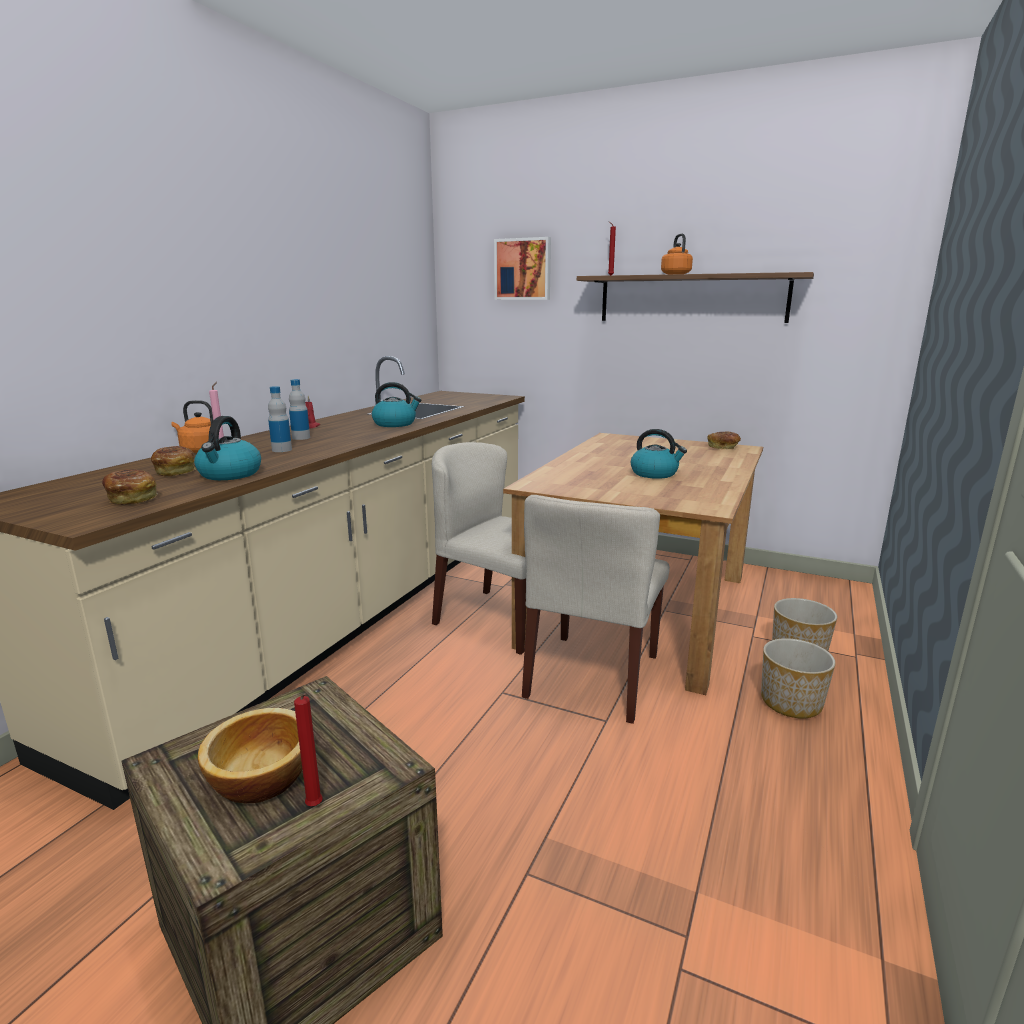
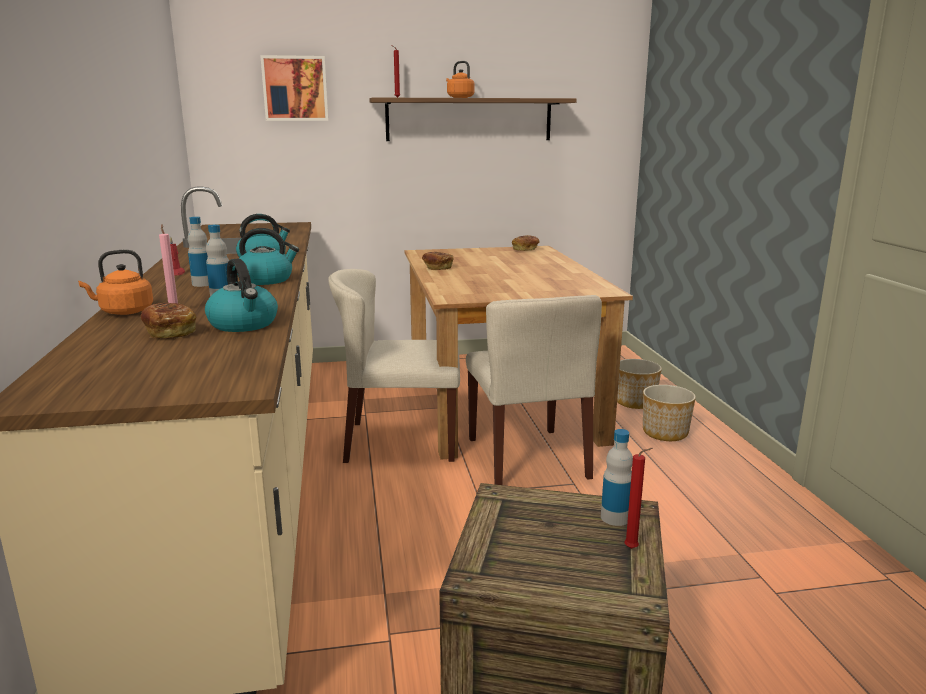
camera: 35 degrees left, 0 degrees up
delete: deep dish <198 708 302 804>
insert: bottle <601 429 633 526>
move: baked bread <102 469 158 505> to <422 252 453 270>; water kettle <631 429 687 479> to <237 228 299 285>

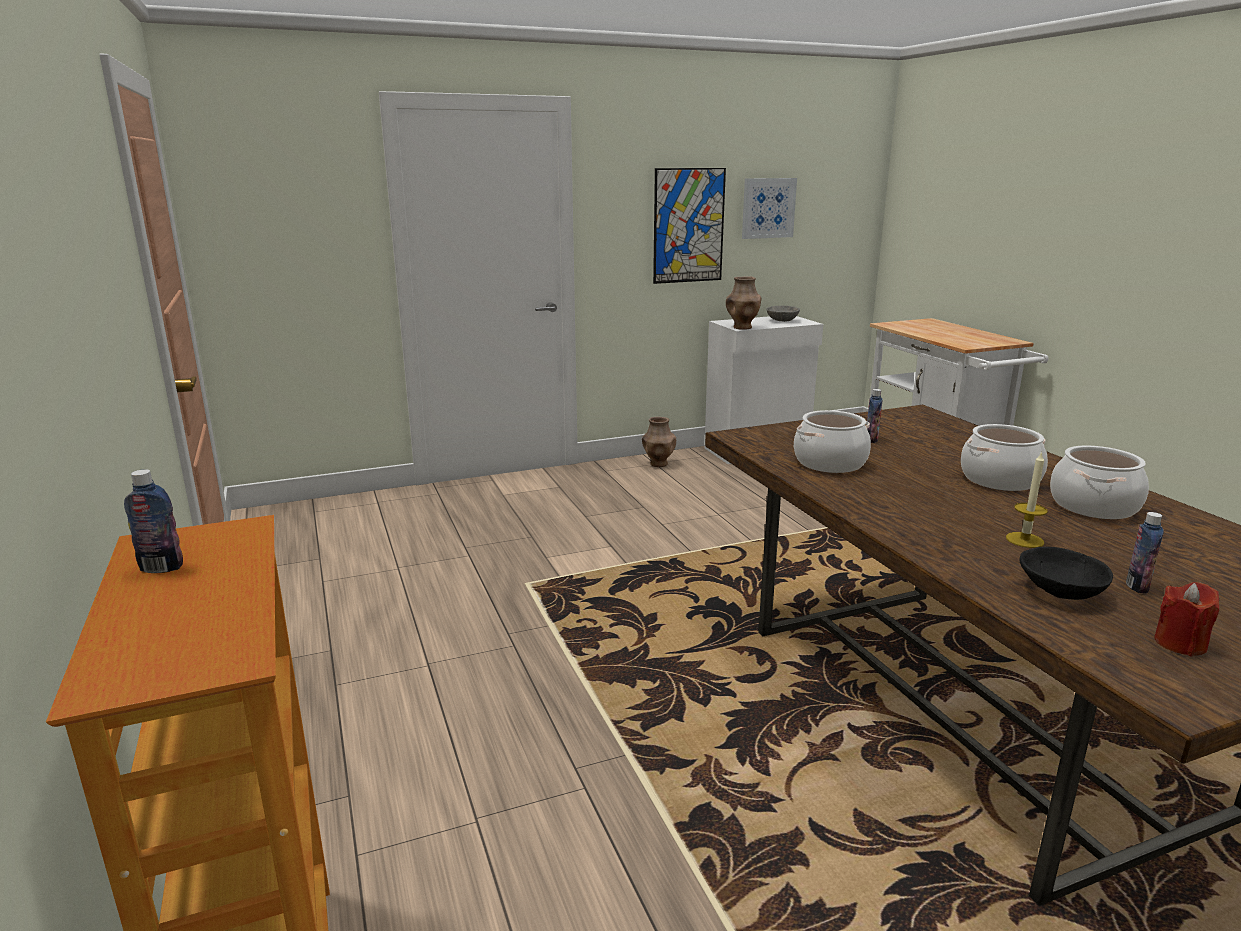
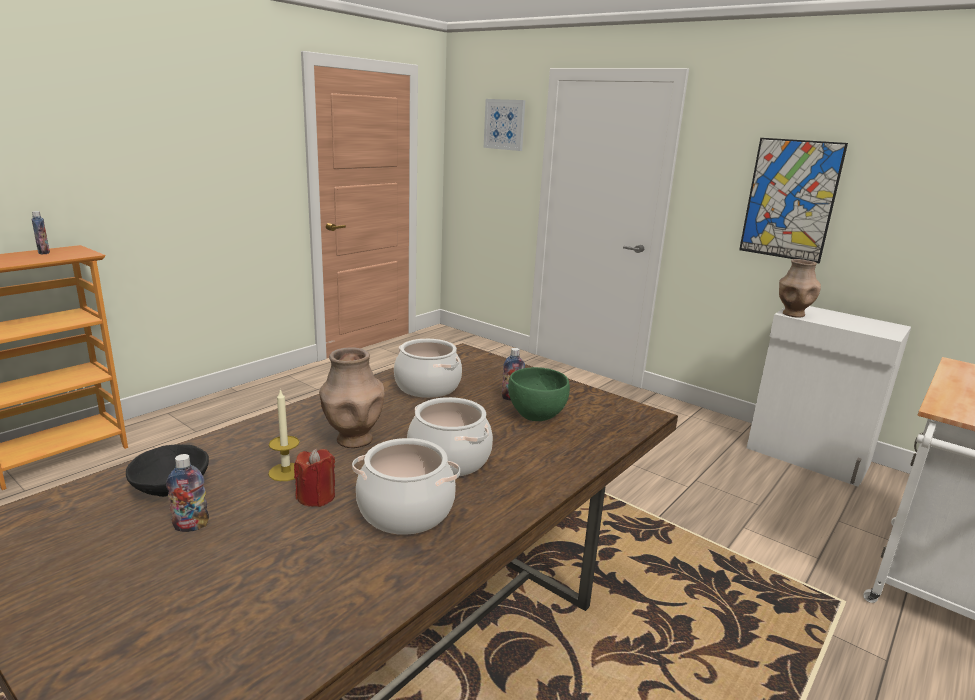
camera: 60 degrees right, 0 degrees up
delete: greyish deep dish <767 306 800 322>
insert: greenish deep dish <508 367 570 421>
move: brown flower vase <642 417 676 467> to <319 347 385 448>; picture <742 178 797 239> to <484 99 525 151>; reddish wax candle <1154 582 1219 656> to <294 449 335 507>

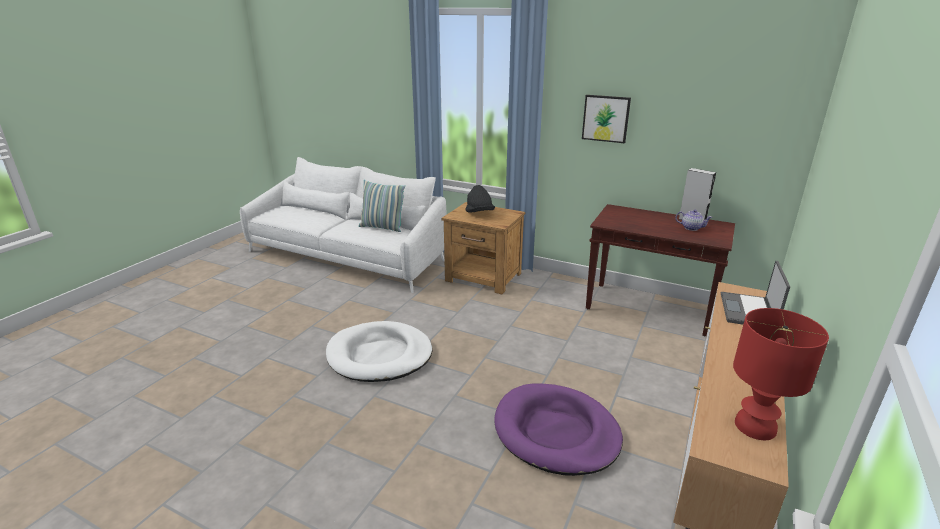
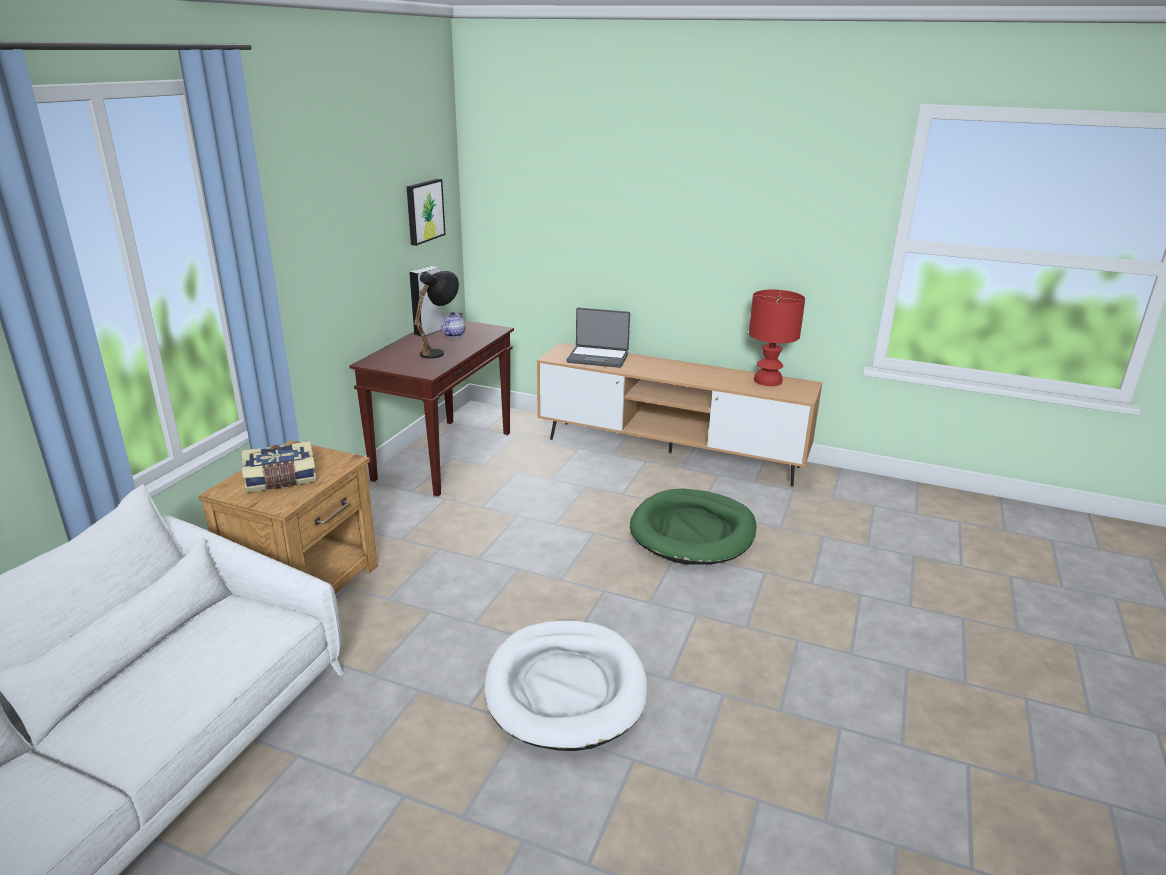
camera: 95 degrees left, 0 degrees up
delete: pillow <359 180 405 232>
insert: black table lamp <414 271 459 358>
move: picture <582 95 631 143> to <407 179 445 246>
replace: black wearable hat <465 185 495 213> to volume <242 441 317 492>
recolor: purple dog bed <494 384 623 476> to greenish dog bed <630 489 756 565>

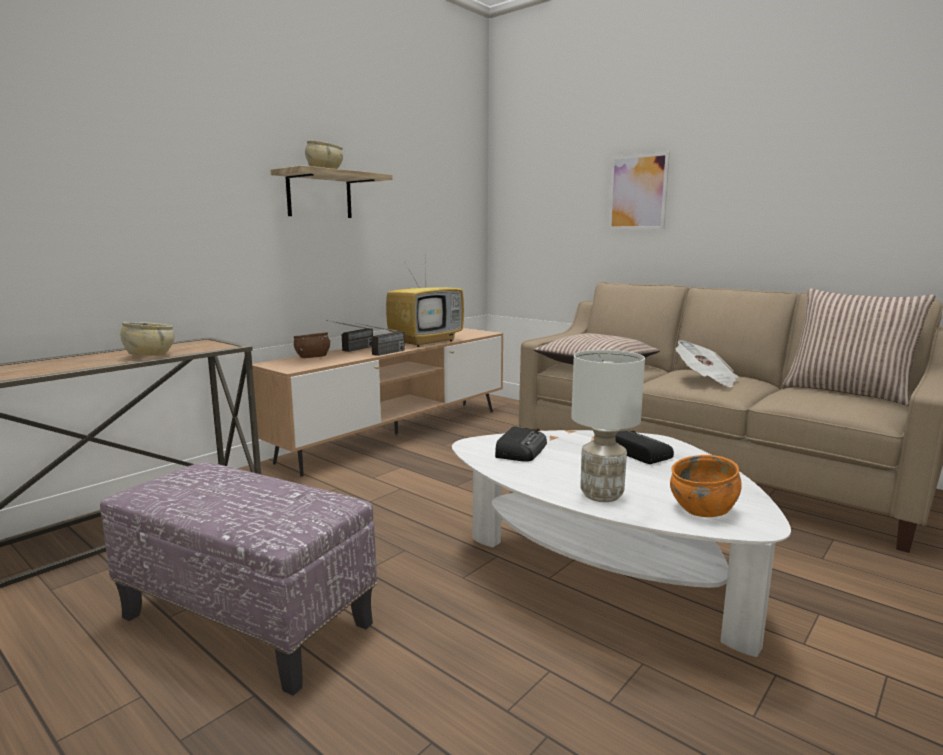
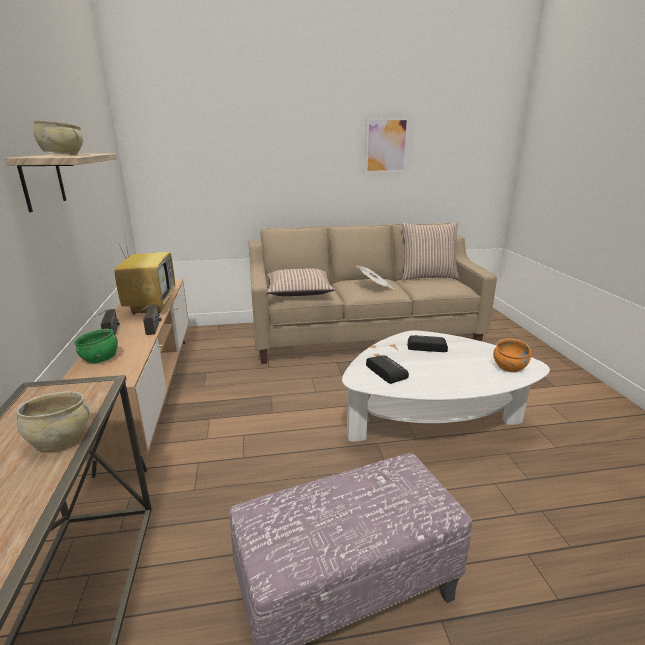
camera: 50 degrees left, 10 degrees up
delete: white table lamp <571 350 645 502>
move: picture <608 151 670 230> to <365 117 409 173>
recolor: brown deep dish <294 332 330 358> to greenish deep dish <74 329 118 363>

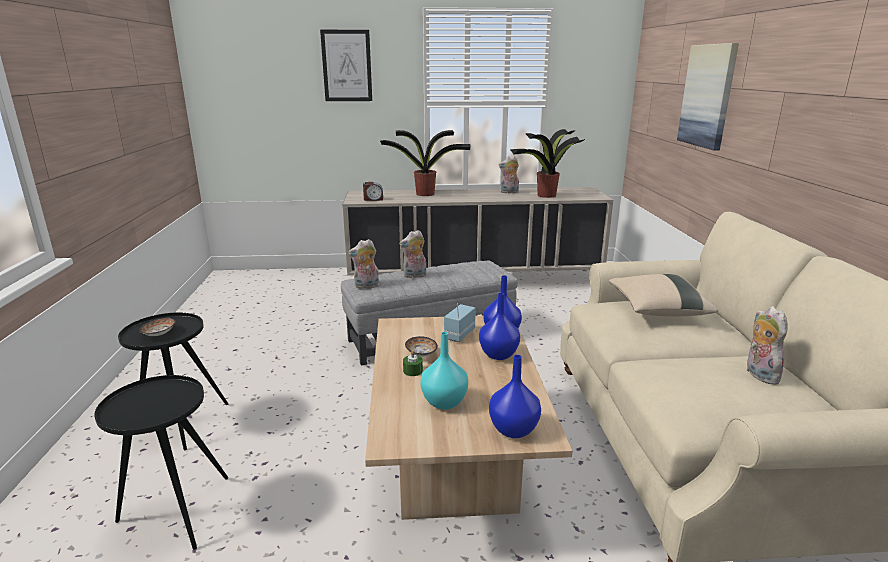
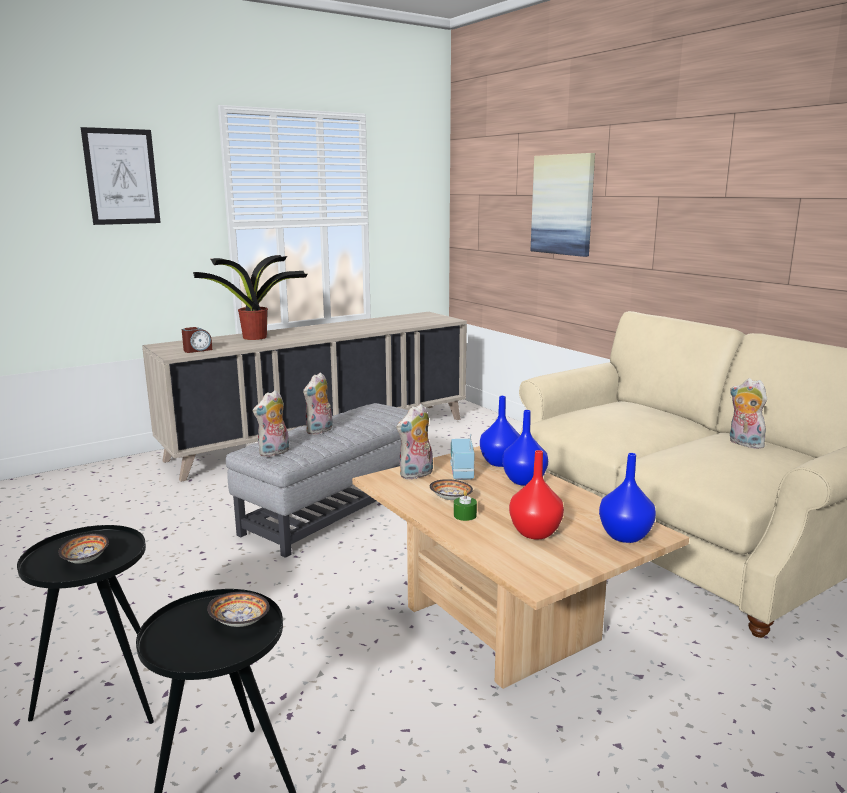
camera: 30 degrees left, 5 degrees down
delete: plant in a pot <510 129 585 198>; beige pillow <608 274 718 316>
insert: deep dish <207 592 270 627>
move: soft toy <499 155 519 193> to <396 404 433 479>
recolor: turquoise flower vase <420 332 468 410> to reddish flower vase <509 450 564 539>

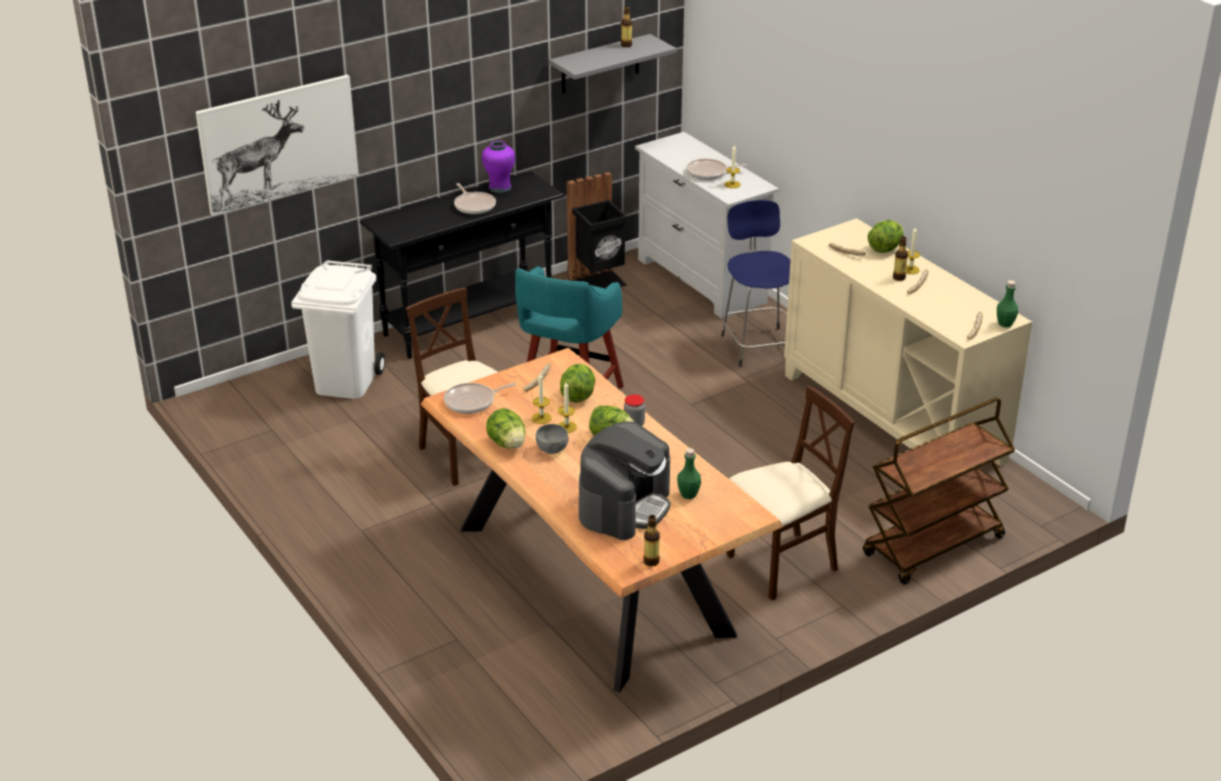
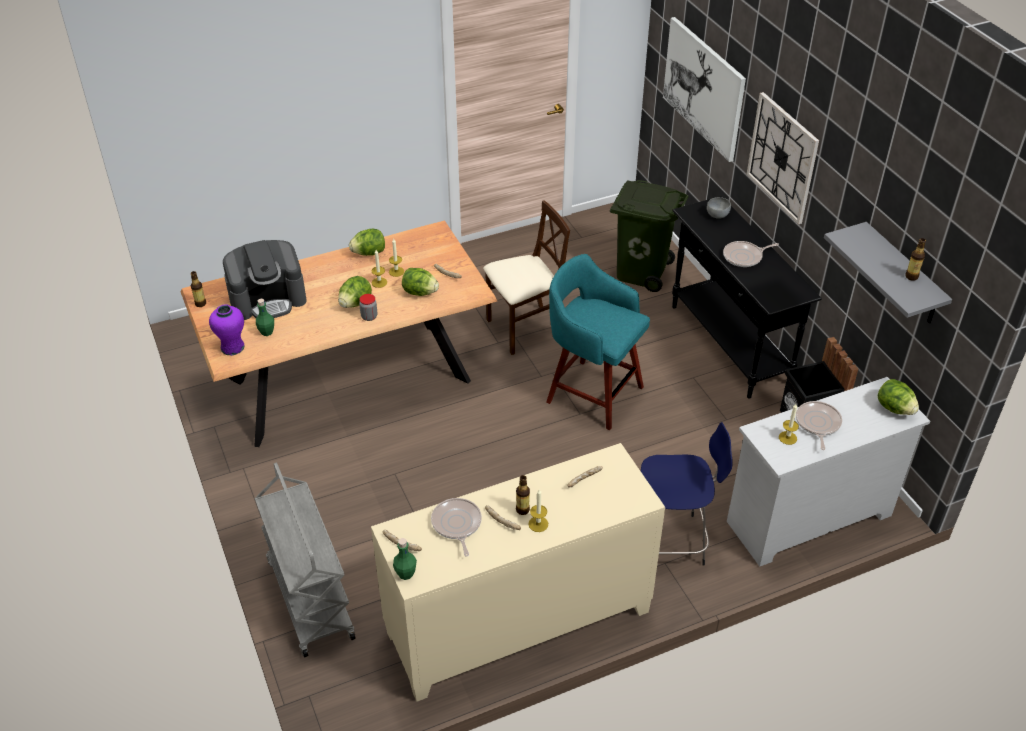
camera: 100 degrees right, 10 degrees up
delete: beige upright chair <727 385 855 600>
insert: clock on the wall <747 92 819 224>
move: frying pan <444 383 516 414> to <431 498 482 557>; purple flower vase <482 141 515 193> to <209 304 245 356>; greyish deep dish <536 424 569 454> to <707 197 731 219>; head of lettuce <868 220 903 253> to <878 379 919 415>
recolor: white rubbish bin <291 260 385 399> to greenish rubbish bin <610 180 689 292>; brown cart <863 397 1015 585> to greyish cart <255 462 356 657>
rotate: coffee brewer <579 421 671 540> = <223 240 307 320> 60 degrees counterclockwise

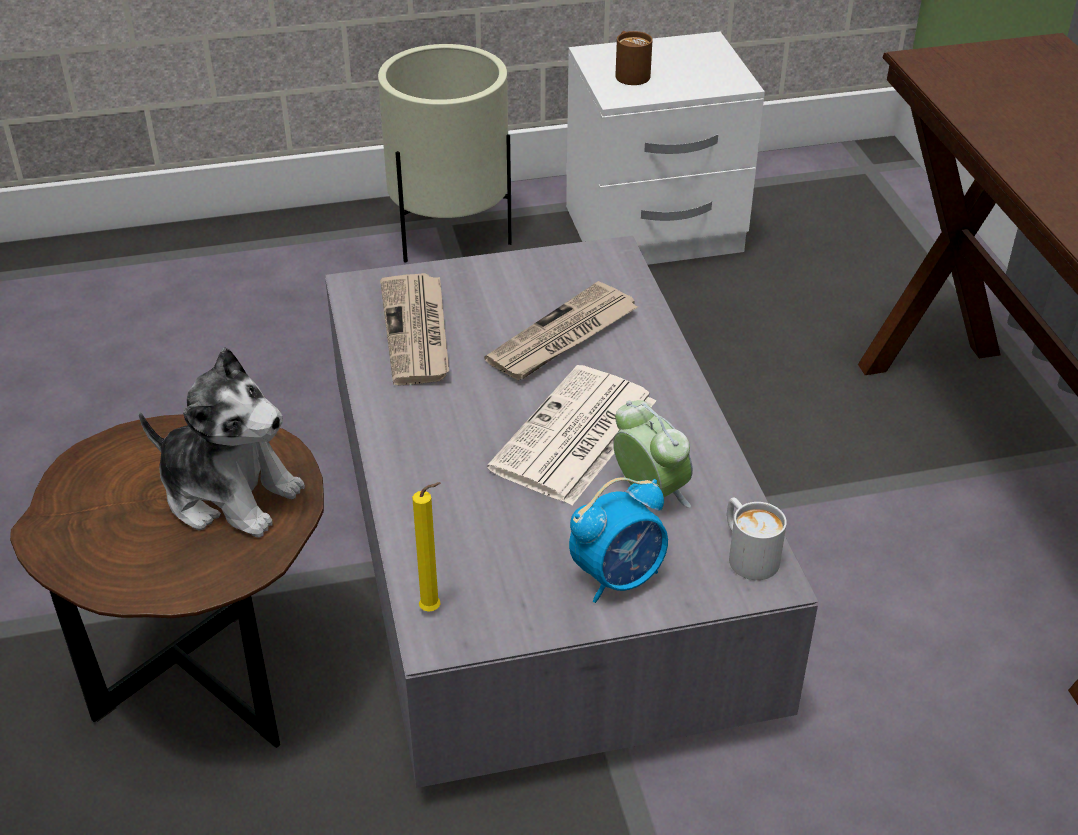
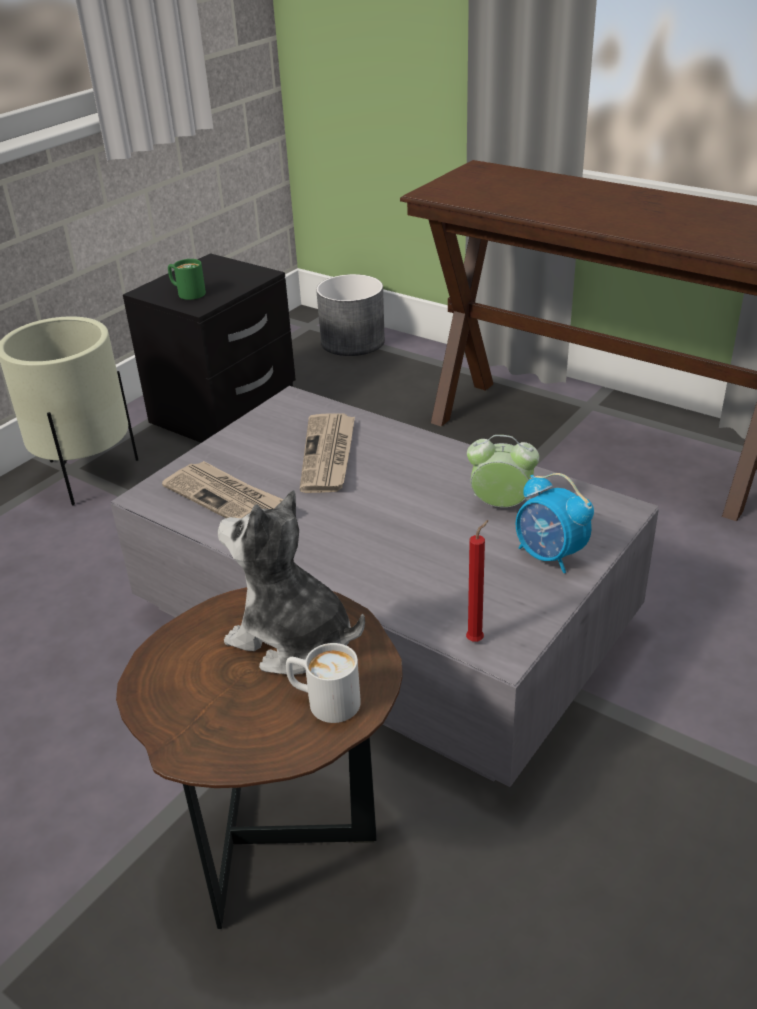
camera: 40 degrees left, 5 degrees down
delete: newspaper <487 365 656 505>
insert: greyish planter <316 274 385 356>
move: white coffee mug <727 497 787 580> to <286 643 361 723>
recolor: yellow-coloured wax candle <412 482 441 612> to reddish wax candle <466 520 489 642>; white nightstand <566 32 765 265> to black nightstand <123 253 296 443>; brown coffee mug <616 31 653 85> to greenish coffee mug <168 259 206 300>
rotate: soft toy <139 347 305 538> = <218 490 365 675> 135 degrees counterclockwise; alarm clock <569 477 668 603> = <516 473 594 573> 120 degrees clockwise

